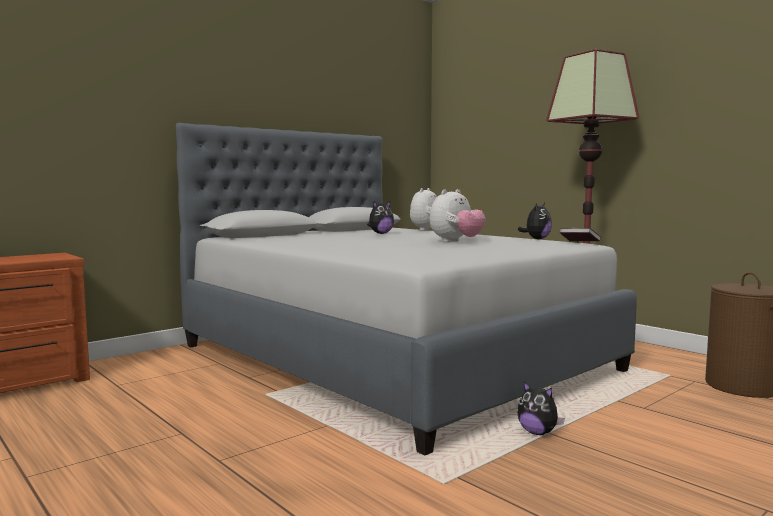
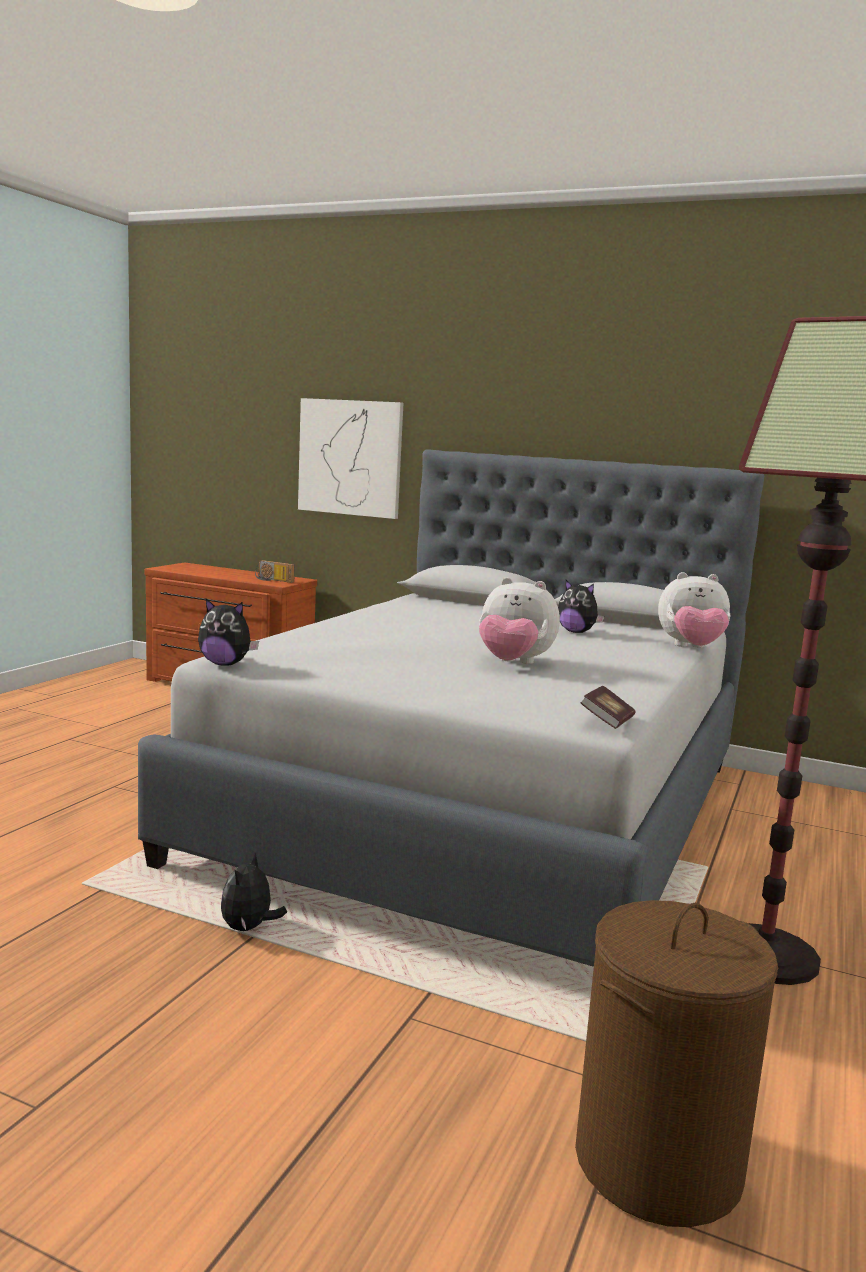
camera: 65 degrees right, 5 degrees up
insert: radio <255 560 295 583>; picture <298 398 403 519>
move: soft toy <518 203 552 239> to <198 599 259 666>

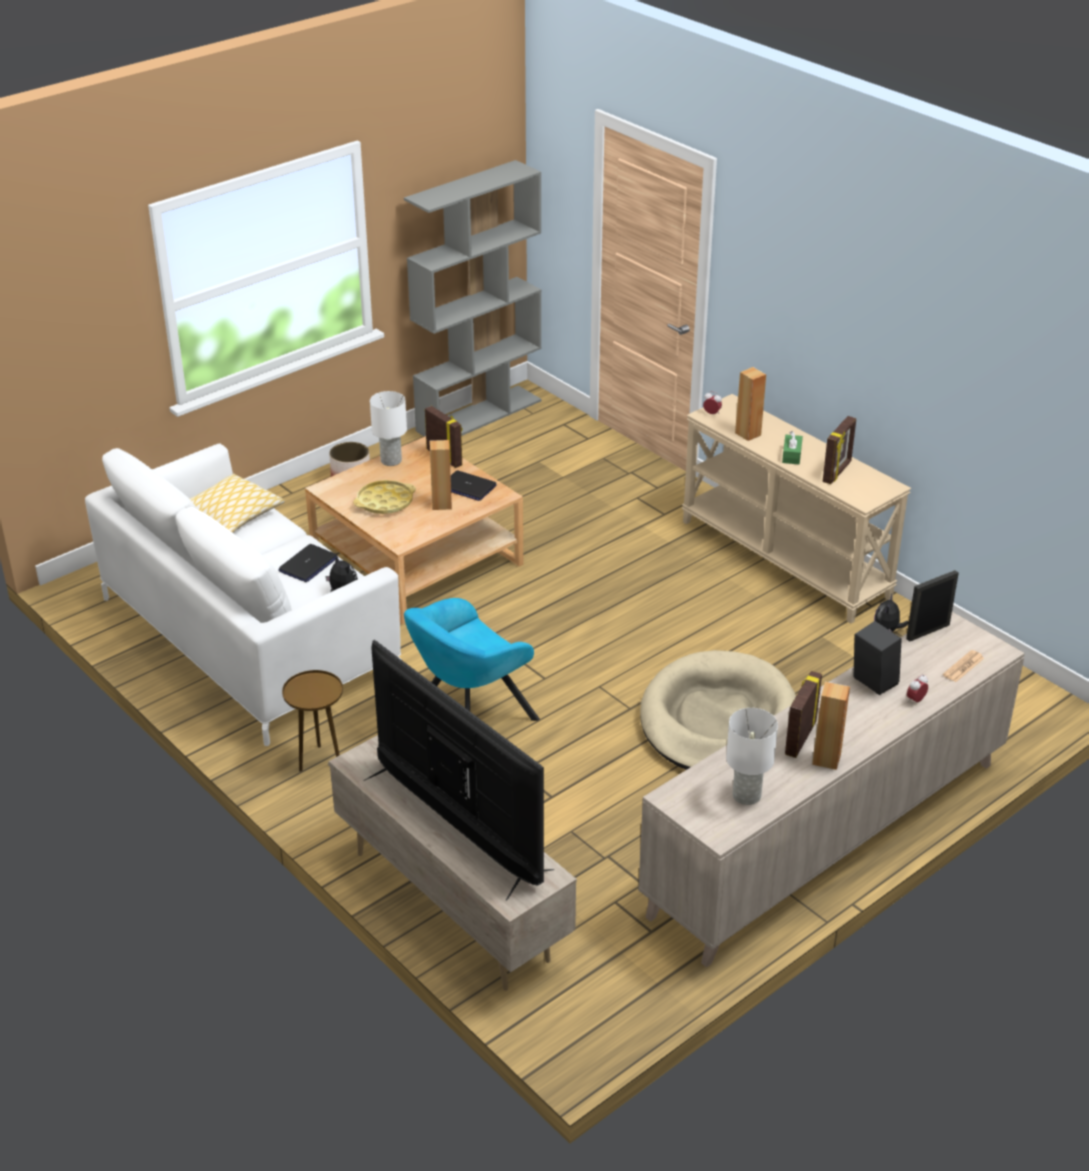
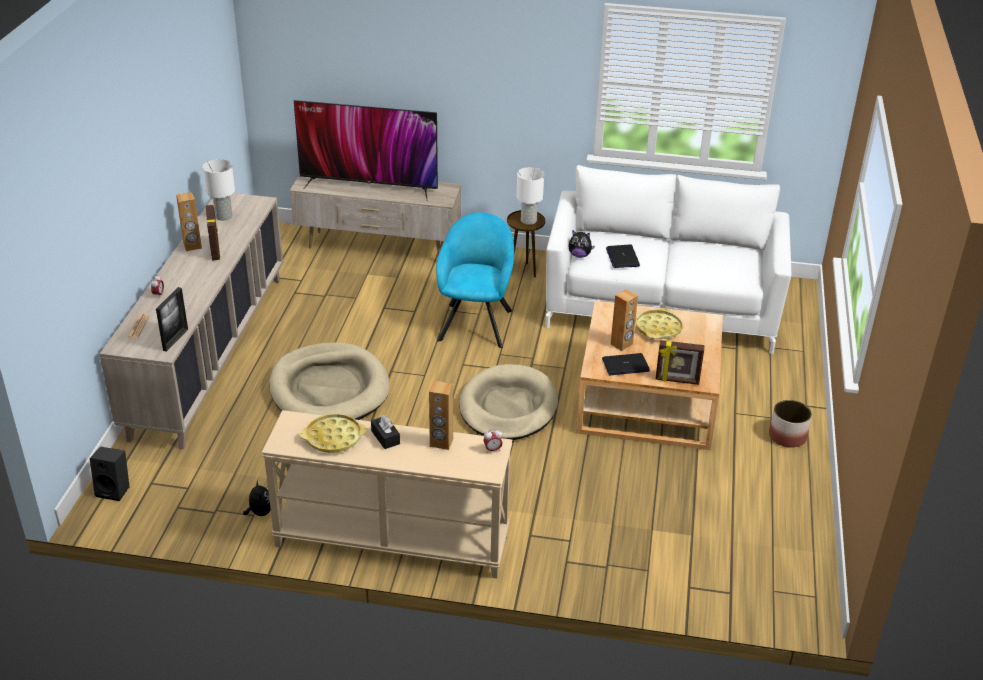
camera: 140 degrees right, 0 degrees up
delete: pillow <190 474 285 533>; greyish bookshelf <404 160 542 437>
insert: beige dog bed <459 364 558 440>
move: white table lamp <370 391 407 466> to <516 167 544 225>; black audio speaker <854 621 902 695> to <90 446 129 501>
replace: standing frame <823 416 856 484> to yellow-coloured serving tray <300 414 367 453>
recolor: greenish tissue holder <782 431 803 465> to black tissue holder <371 415 400 449>

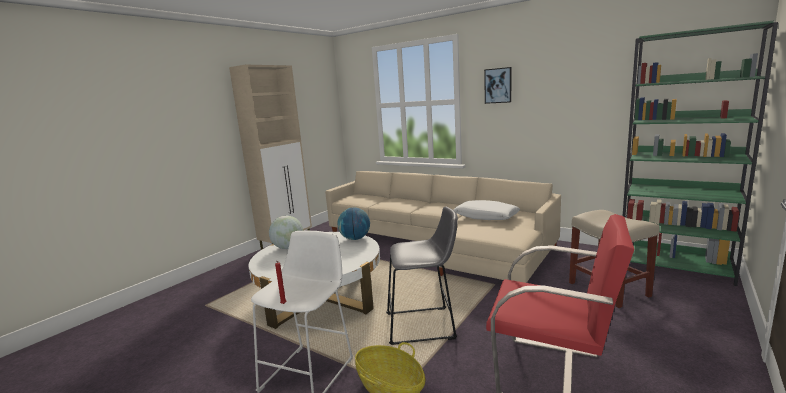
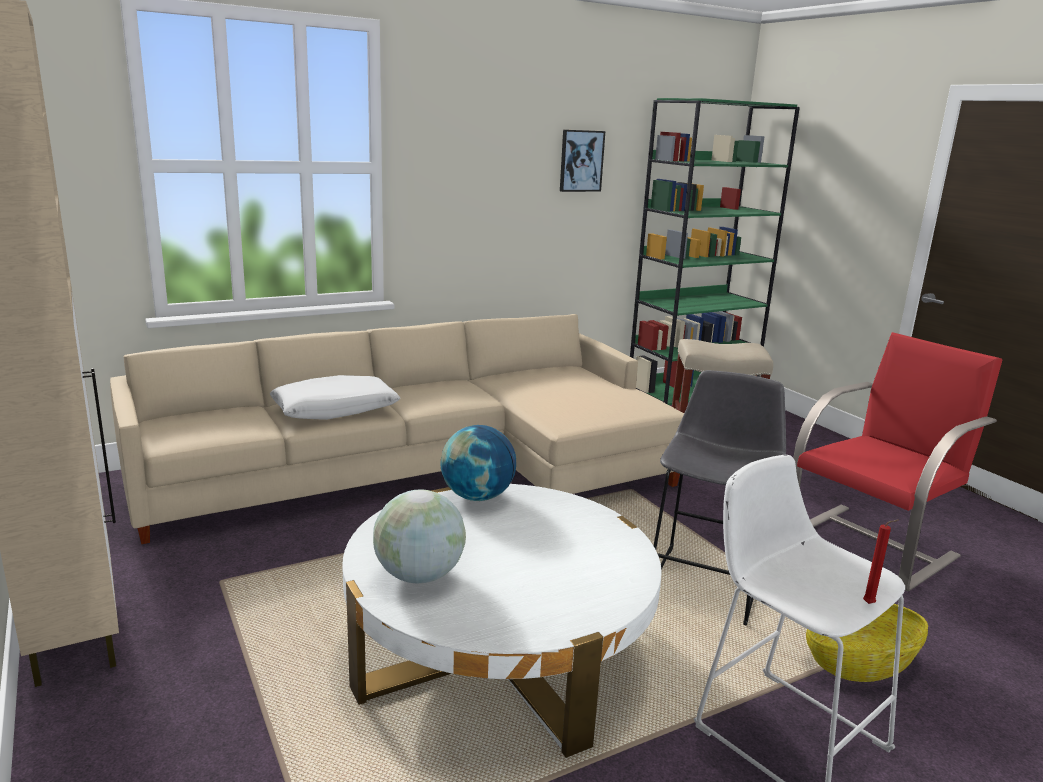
camera: 65 degrees left, 5 degrees up
move: white pillow <454 200 520 220> to <270 375 400 420>; picture <484 67 511 104> to <560 130 605 192>

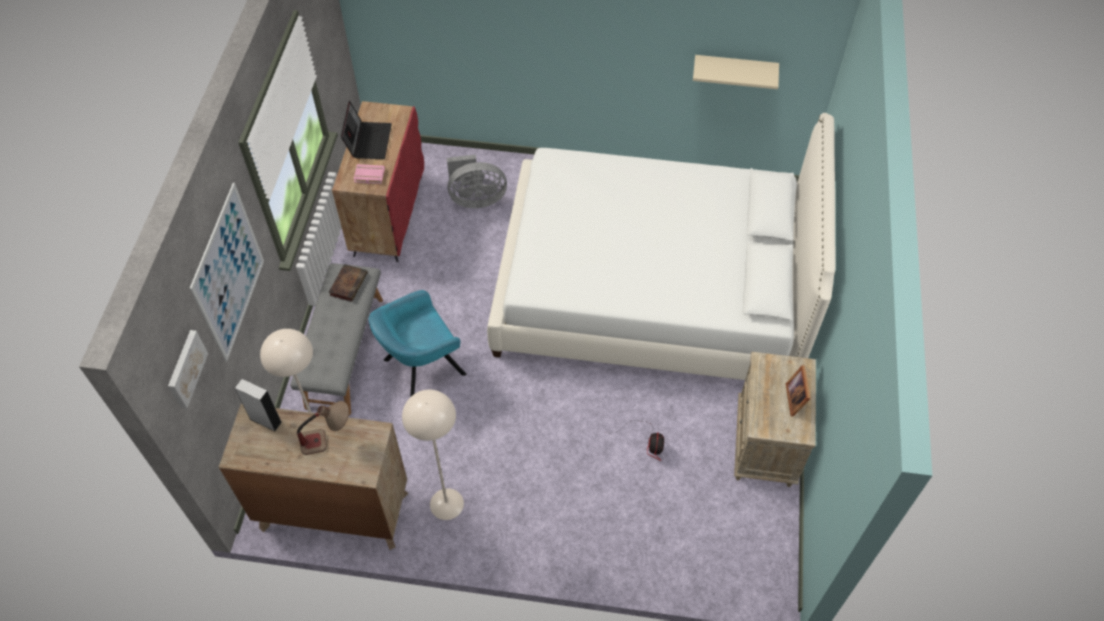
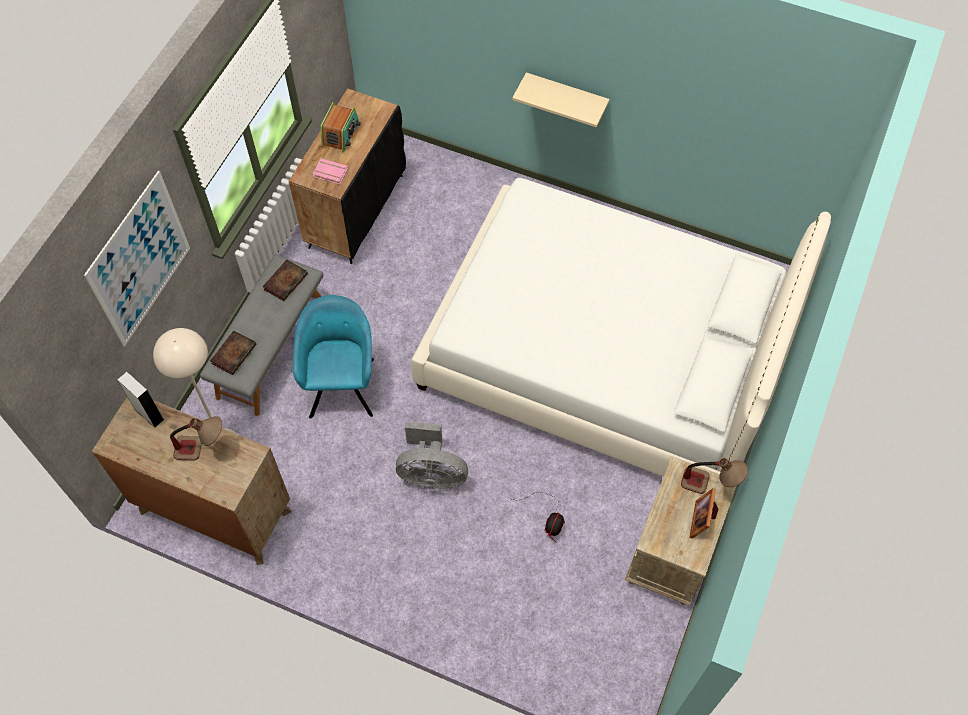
camera: 15 degrees right, 5 degrees up
delete: picture <168 330 208 408>; beige standard lamp <402 390 464 520>
insert: volume <210 331 256 375>; table lamp <681 458 748 494>
move: greyish fan <447 154 507 208> to <396 421 468 489>; beige wall shelf <693 55 779 89> to <512 72 609 127>
replace: laptop <341 101 392 159> to radio <321 102 360 152>
recolor: reddish cabinet <332 101 424 262> to black cabinet <289 89 406 264>
rotate: turquoise armchair <369 290 467 397> = <293 295 374 419> 105 degrees clockwise

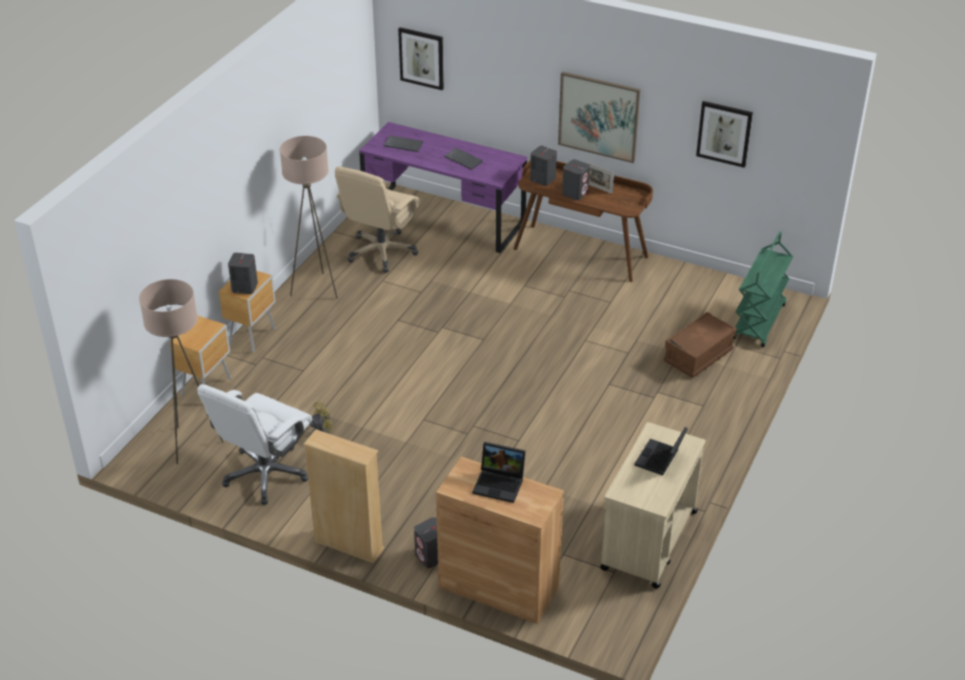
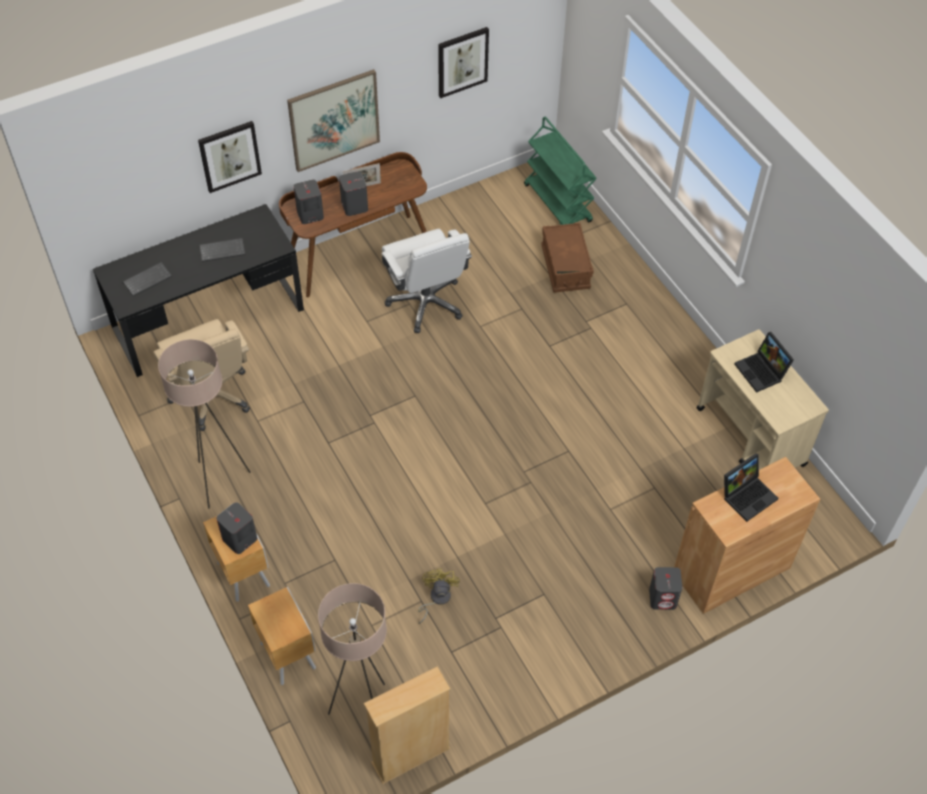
camera: 55 degrees left, 15 degrees up
move: white office chair <197 384 312 505> to <382 229 472 333>; beige bookshelf <303 429 384 563> to <364 667 450 784>; picture <398 27 444 90> to <198 121 262 193>
recolor: purple desk table <359 122 527 253> to black desk table <93 204 304 377>

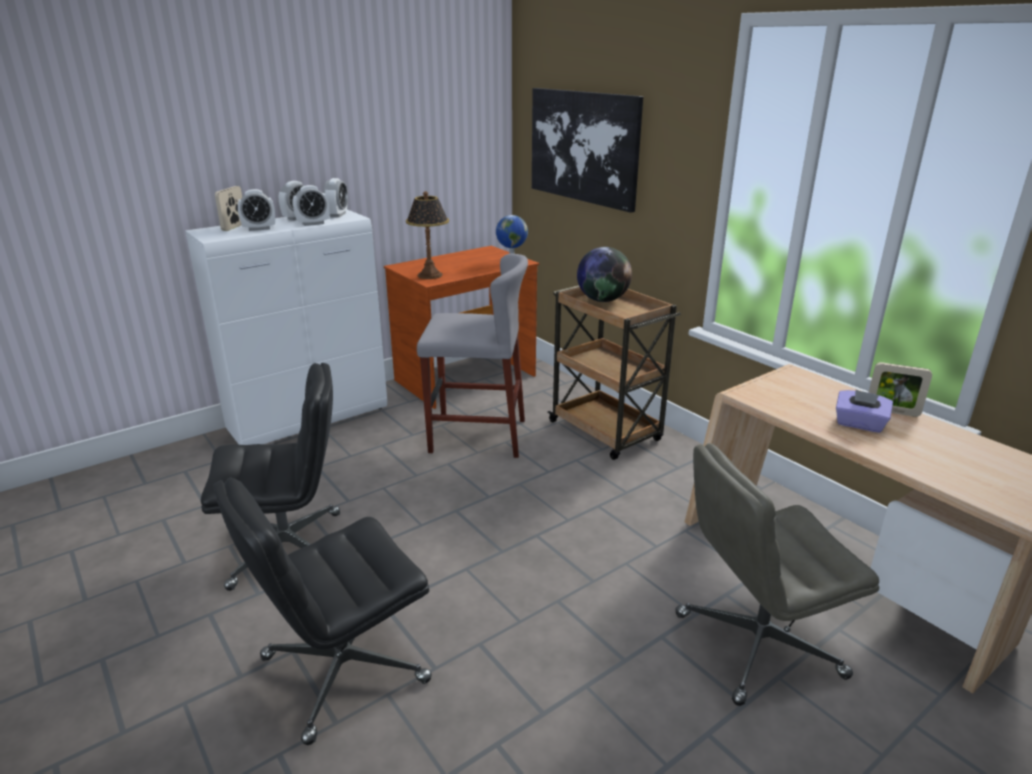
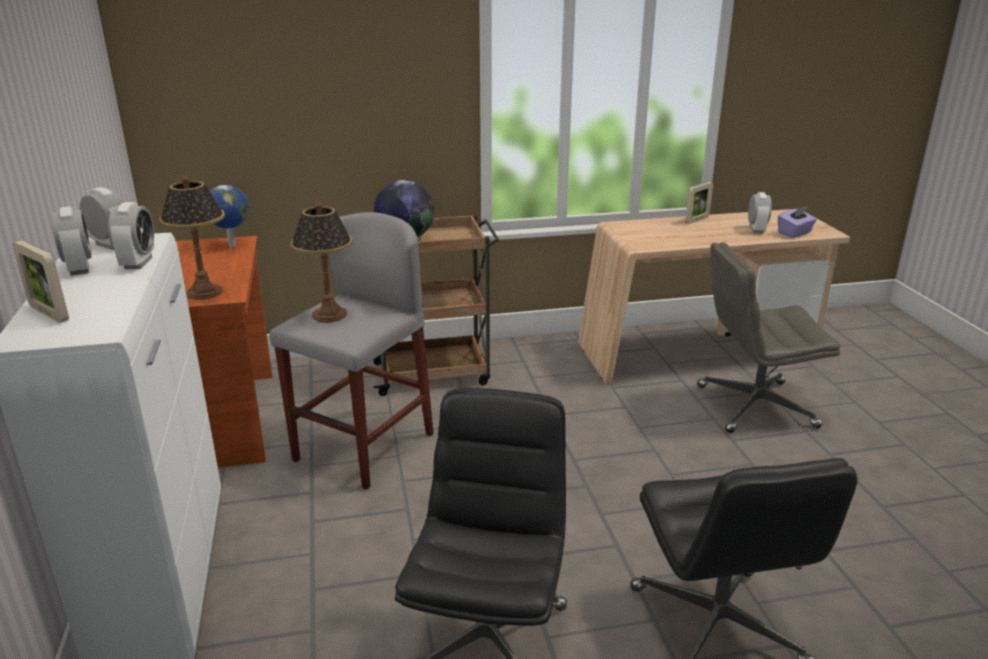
camera: 65 degrees left, 0 degrees up
delete: picture <532 88 643 213>
insert: table lamp <290 202 353 322>
move: alarm clock <238 189 275 231> to <748 192 772 233>; purple tissue holder <836 390 893 433> to <778 206 817 238>
rotate: greyish office chair <675 443 879 706> = <697 242 840 433> 75 degrees clockwise

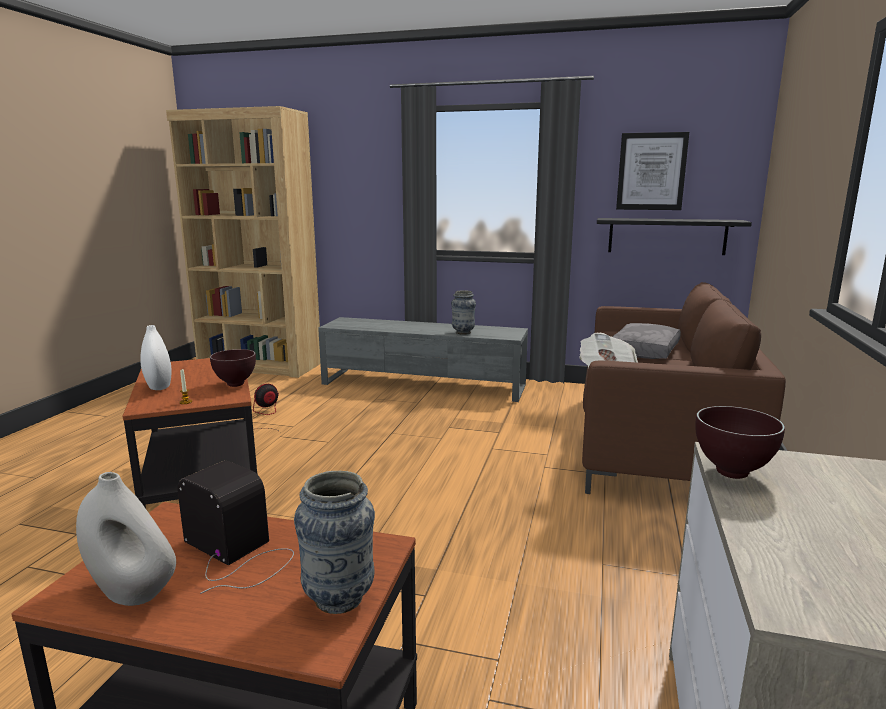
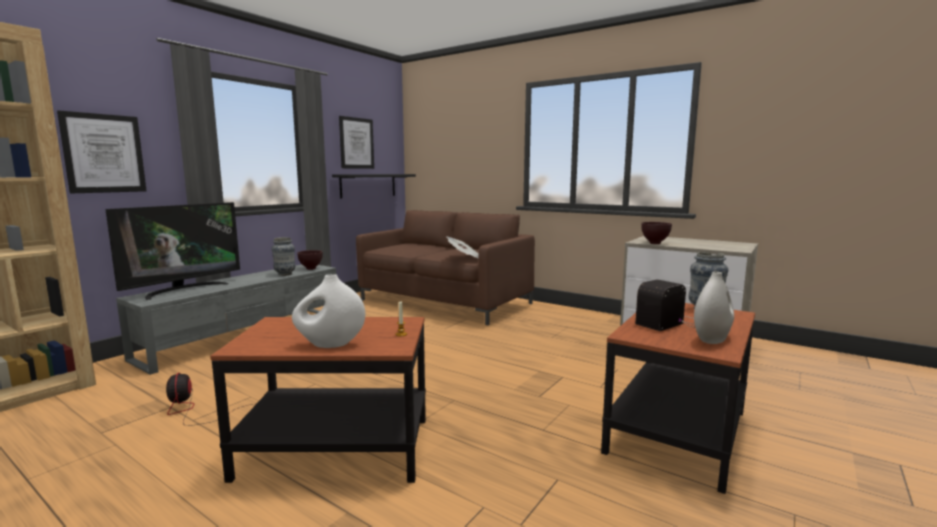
camera: 70 degrees left, 5 degrees down
delete: greyish pillow <612 323 681 359>
insert: picture <57 110 147 193>; TV <105 202 240 300>
move: brown deep dish <210 349 256 387> to <297 250 323 270>

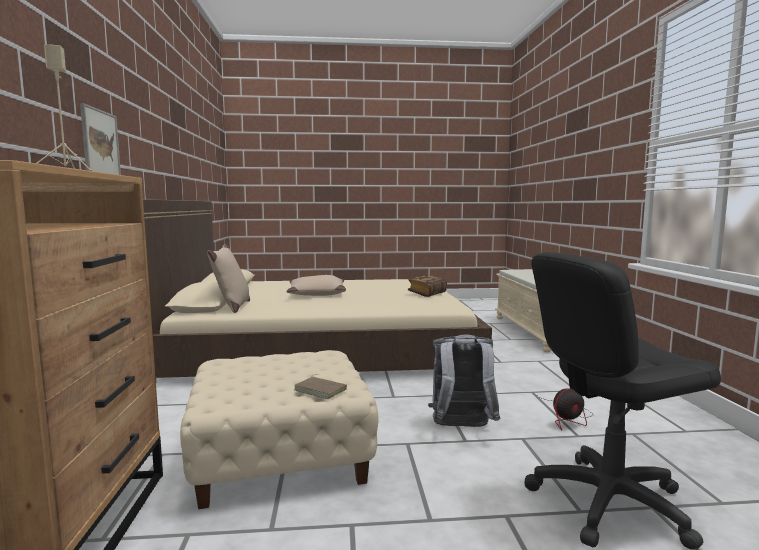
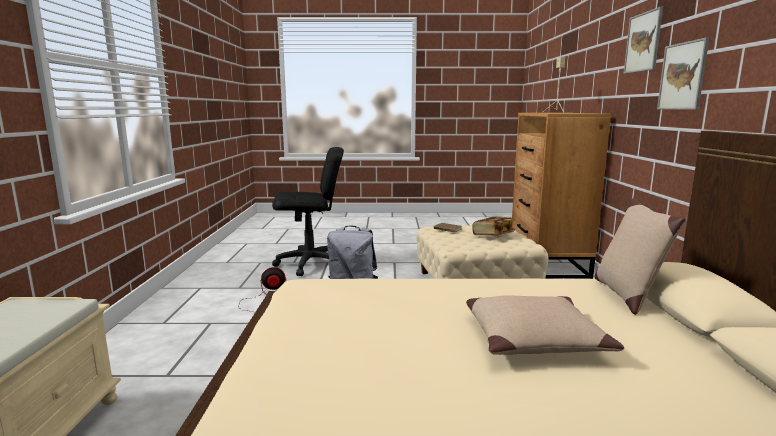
camera: 175 degrees left, 5 degrees up
insert: picture <624 7 663 74>
move: volume <408 275 447 297> to <472 217 515 236>

